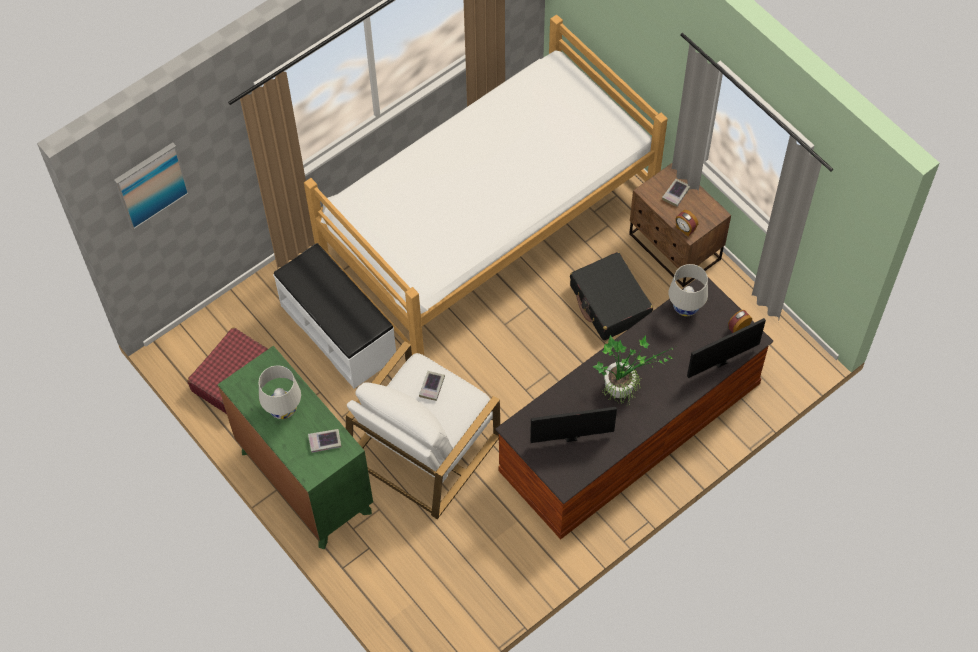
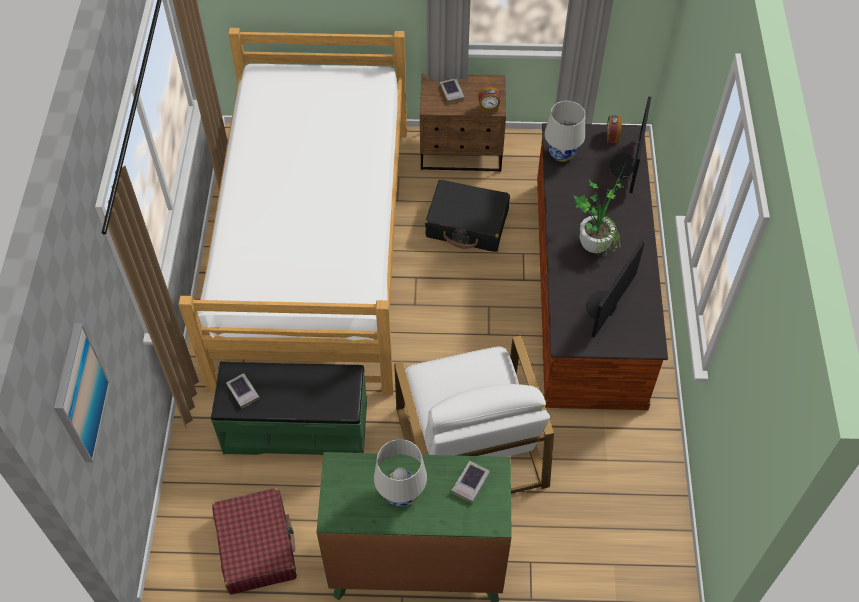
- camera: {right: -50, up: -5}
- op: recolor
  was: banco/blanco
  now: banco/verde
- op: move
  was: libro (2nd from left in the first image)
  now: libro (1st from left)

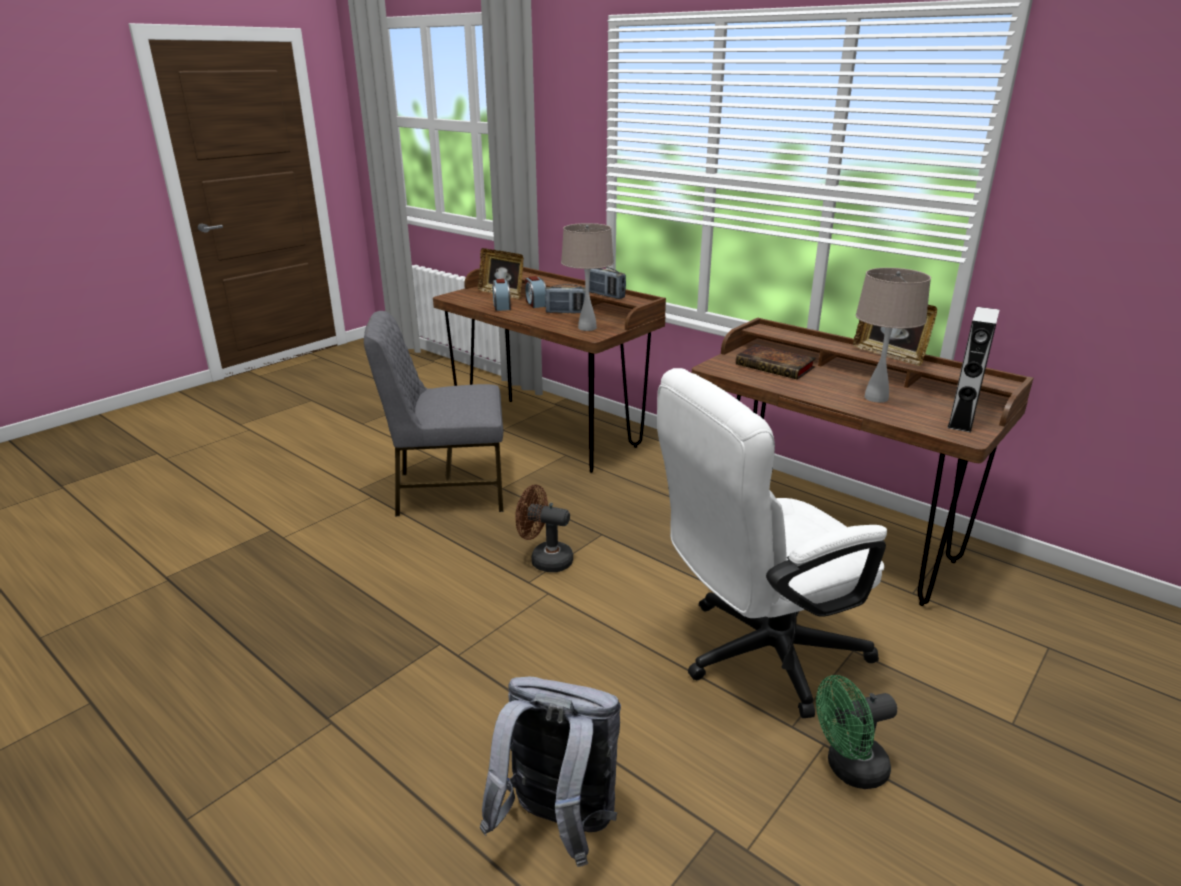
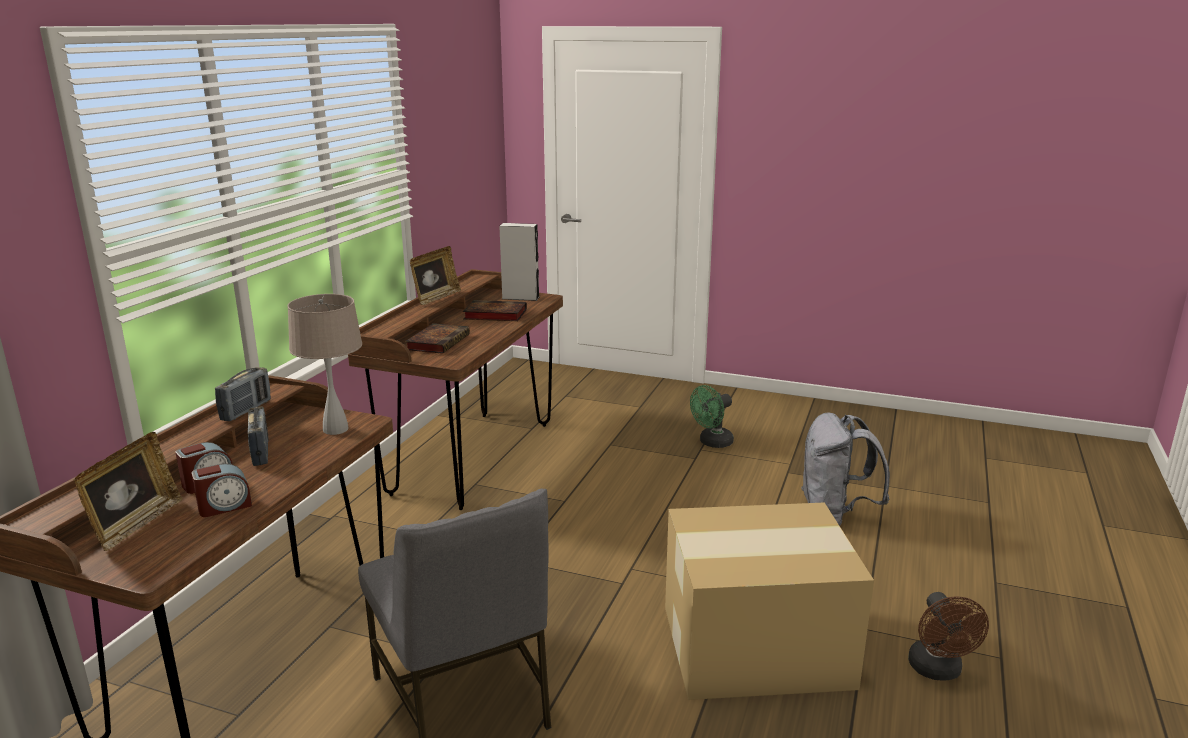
- camera: {right: -110, up: -5}
- op: move
  was: ventilador/marrón
- op: delete
  was: silla de oficina/blanco
- op: rotate
  was: ventilador/verde
  clockwise: 90
- op: replace
  was: lámpara de mesa/beis (2nd from left)
  now: libro (2nd from left)
- op: insert
  now: caja de cartón

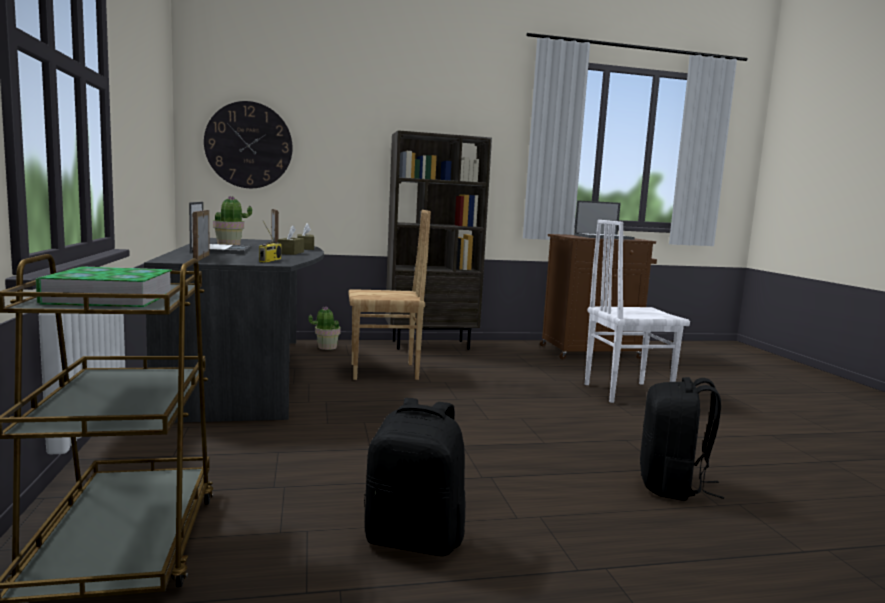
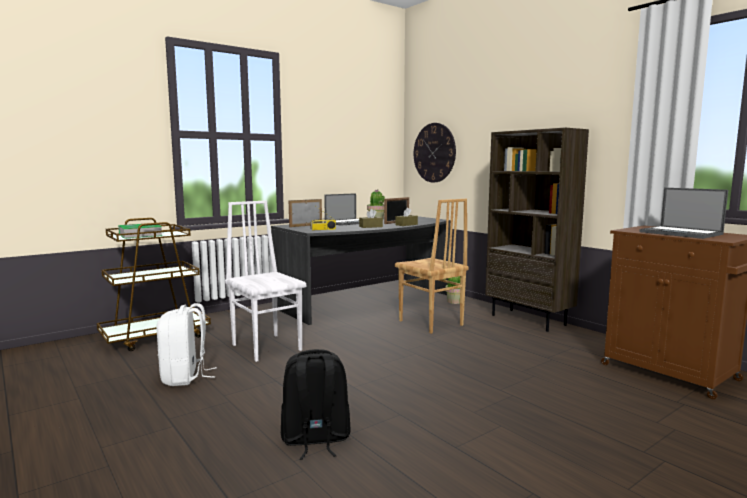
- camera: {right: 65, up: 0}
- op: recolor
  was: mochila/negro (1st from left)
  now: mochila/blanco
- op: move
  was: silla/blanco

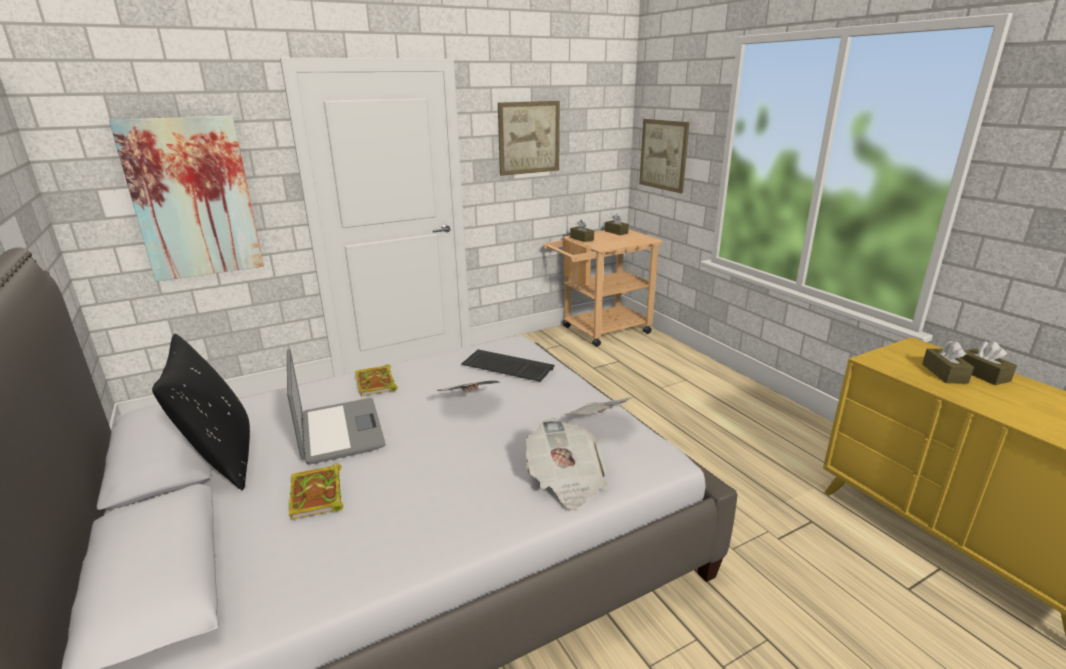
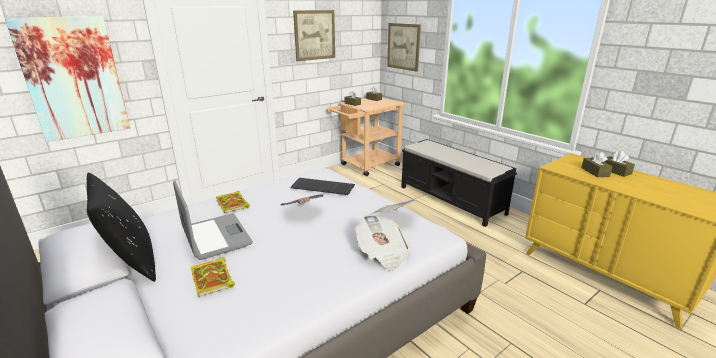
- camera: {right: -10, up: 0}
- op: insert
  now: banco/negro

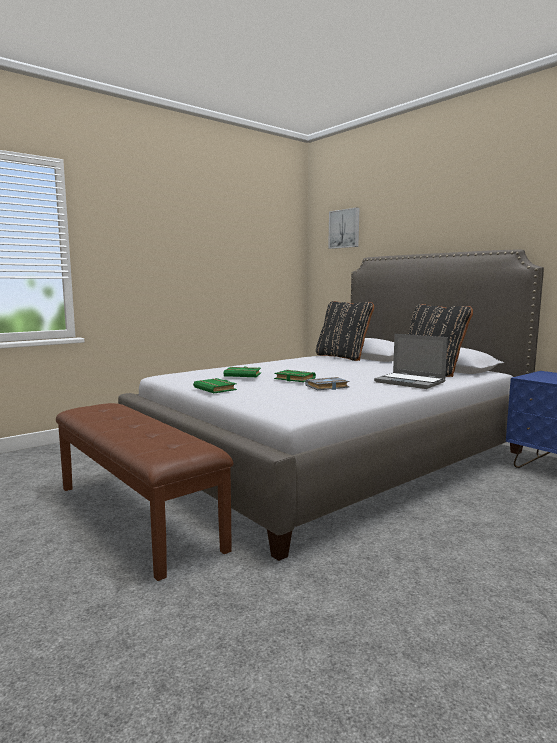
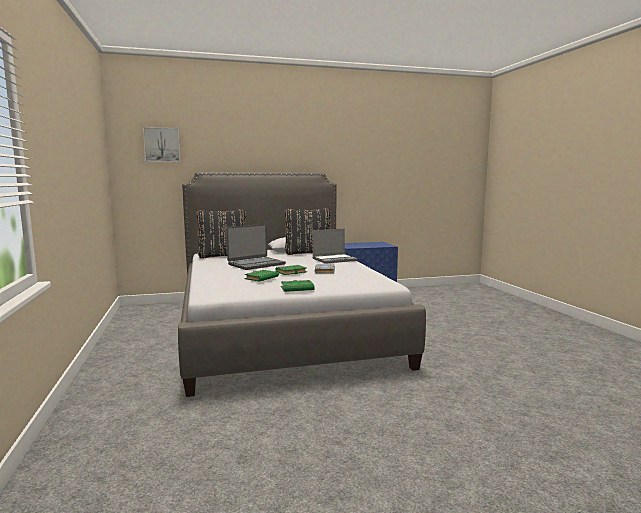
- camera: {right: -65, up: 0}
- op: delete
  was: banco/marrón
- op: insert
  now: portátil (1st from left)

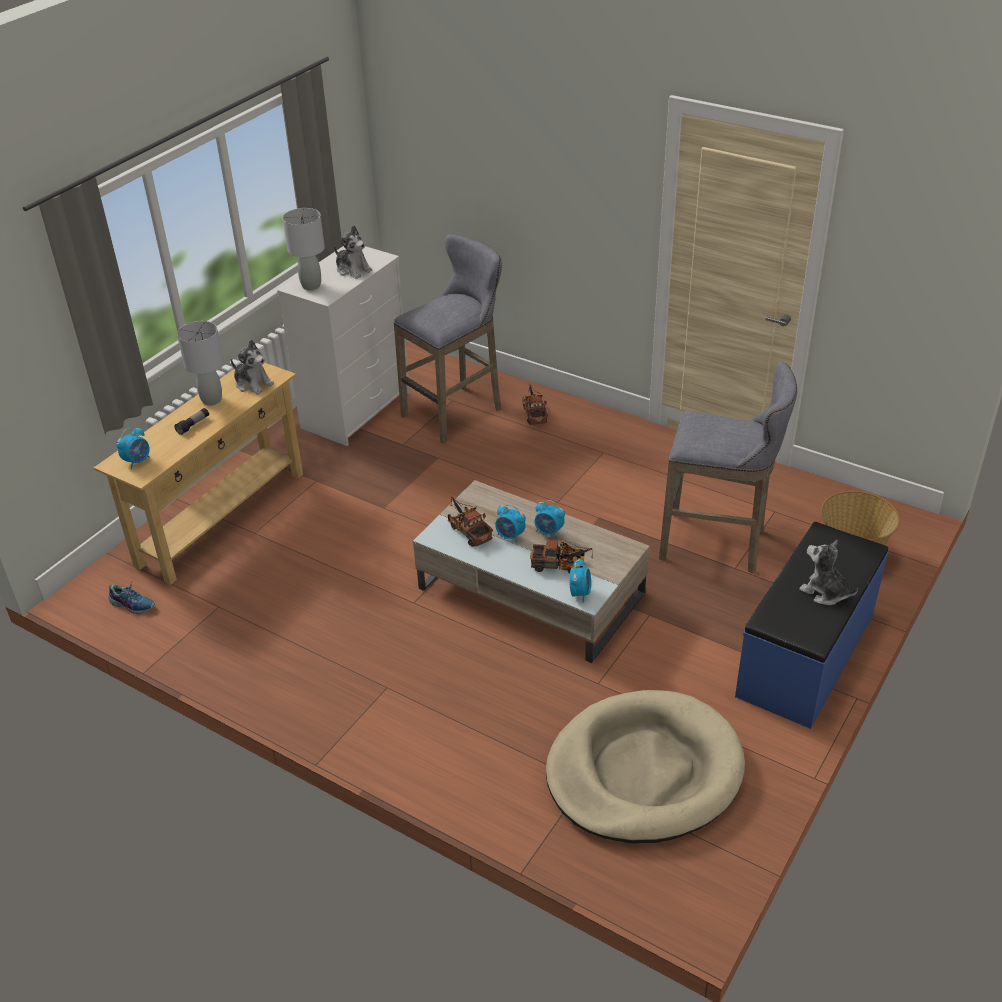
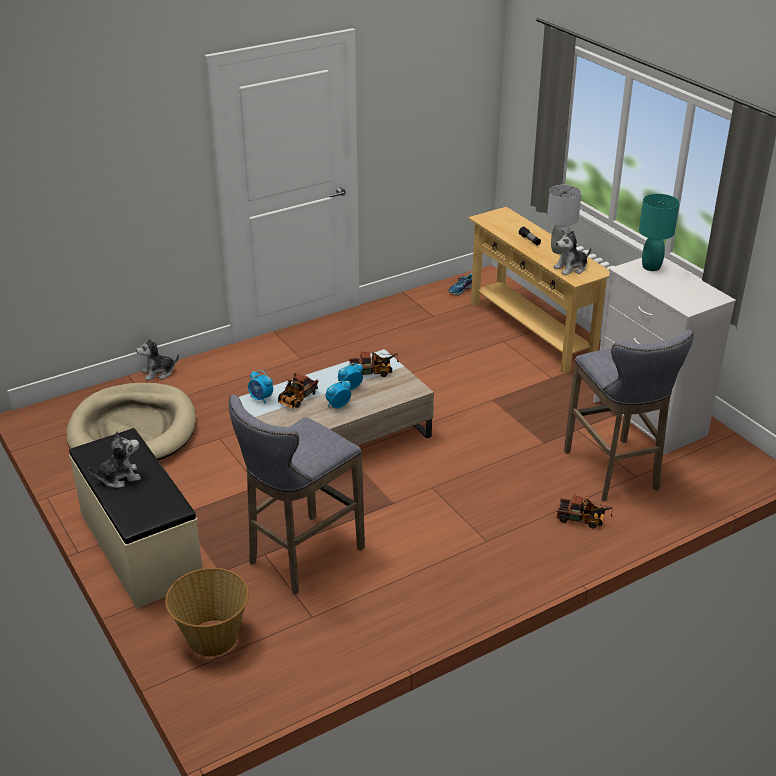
- camera: {right: 115, up: -5}
- op: delete
  was: despertador (1st from left)
- op: recolor
  was: lámpara de mesa/gris (2nd from left)
  now: lámpara de mesa/turquesa
- op: move
  was: peluche (2nd from left)
- op: recolor
  was: banco/azul
  now: banco/beis

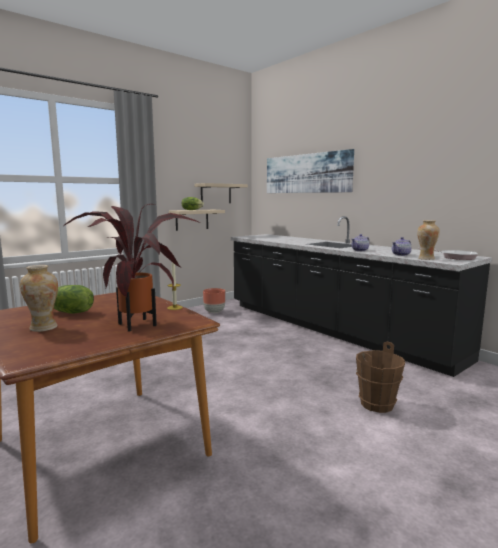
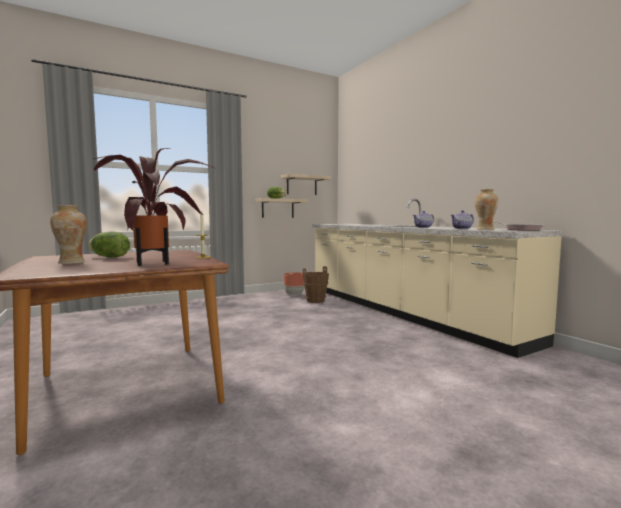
- camera: {right: 10, up: -5}
- op: recolor
  was: mueble bajo de cocina/negro
  now: mueble bajo de cocina/beis
- op: delete
  was: cuadro
- op: move
  was: cubo/marrón

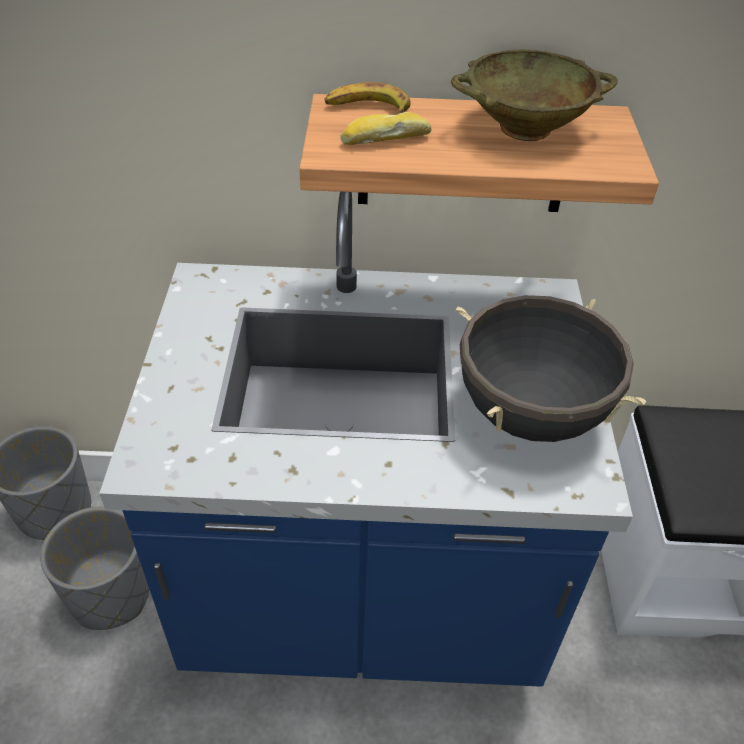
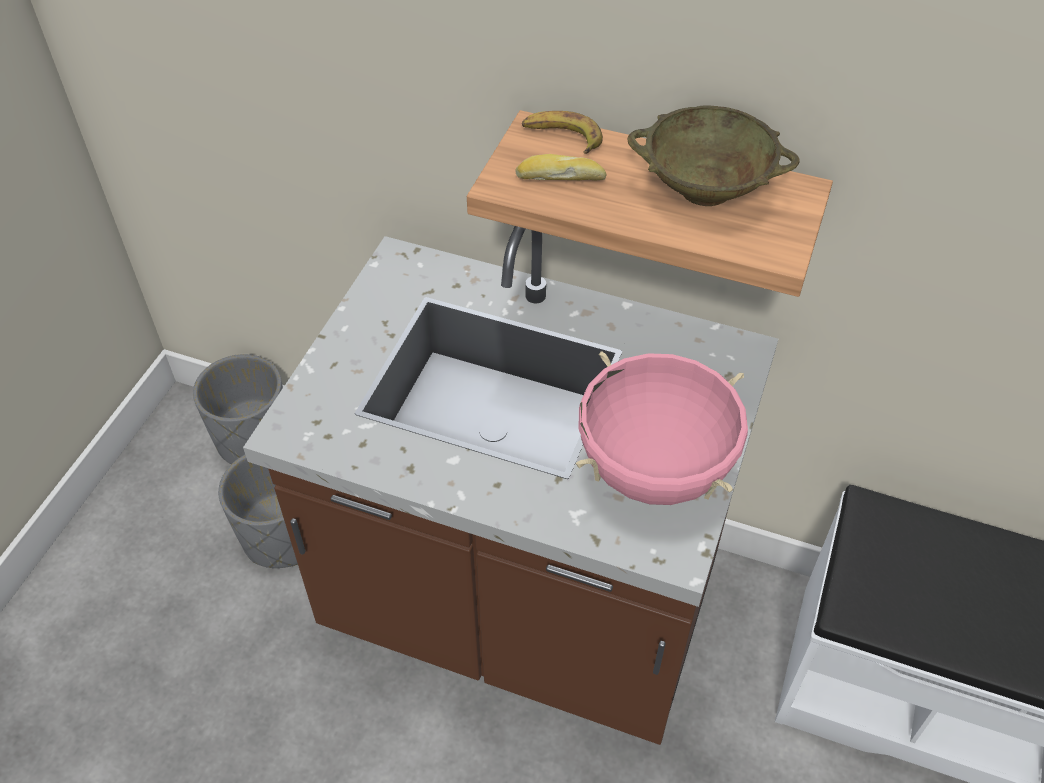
- camera: {right: 20, up: 5}
- op: recolor
  was: mueble bajo de cocina/azul
  now: mueble bajo de cocina/marrón
- op: recolor
  was: olla/negro
  now: olla/rosa

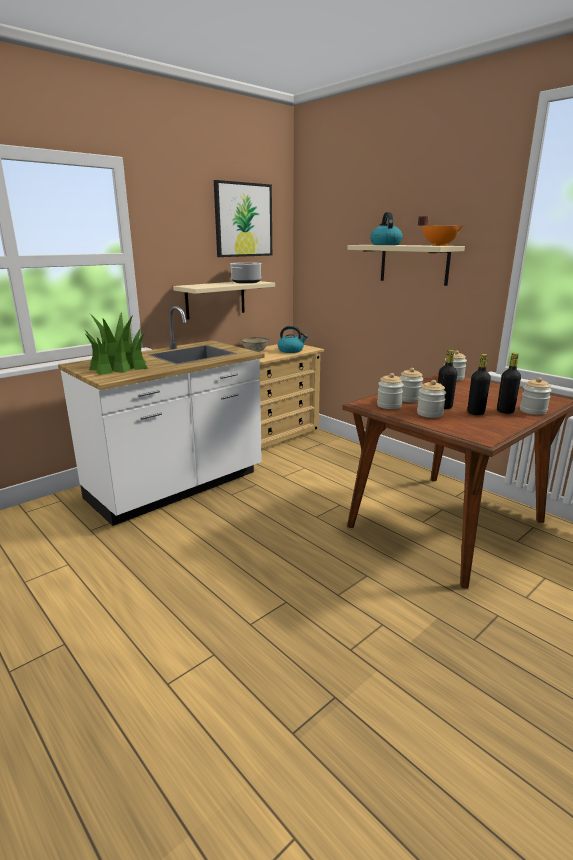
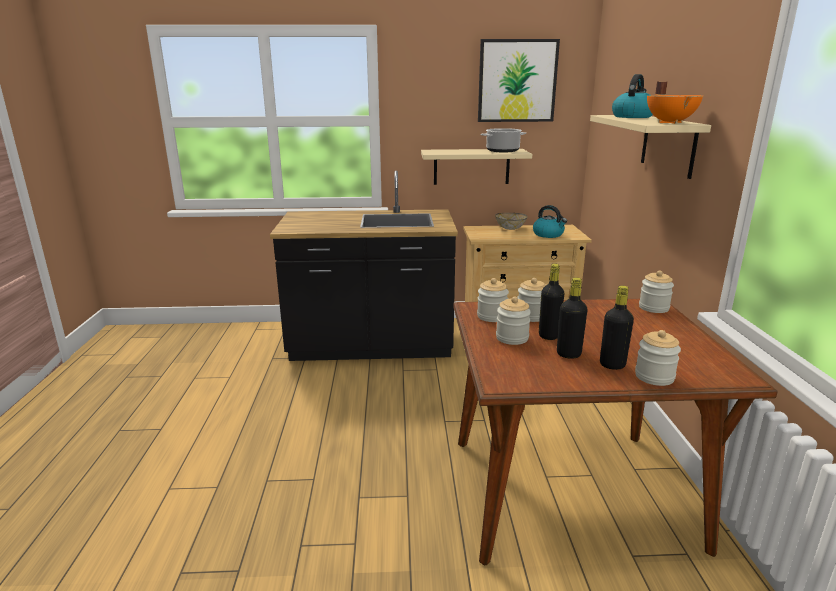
- camera: {right: 40, up: 0}
- op: recolor
  was: mueble bajo de cocina/blanco
  now: mueble bajo de cocina/negro
- op: delete
  was: planta en maceta

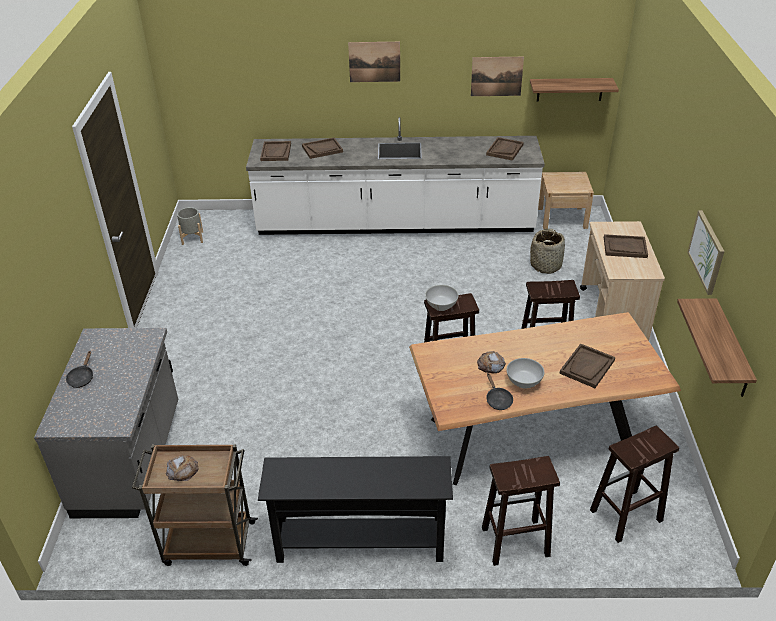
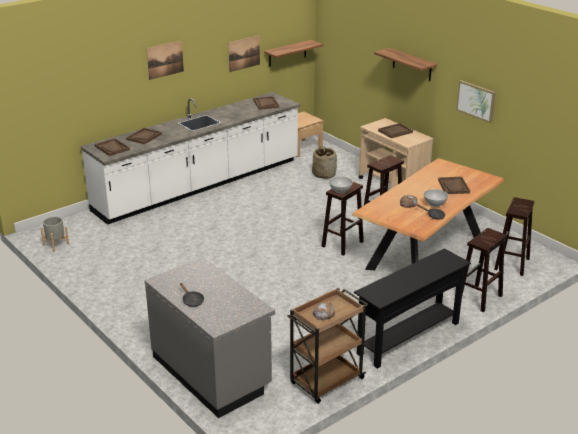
- camera: {right: -40, up: -10}
- op: move
  was: estante (2nd from left)

